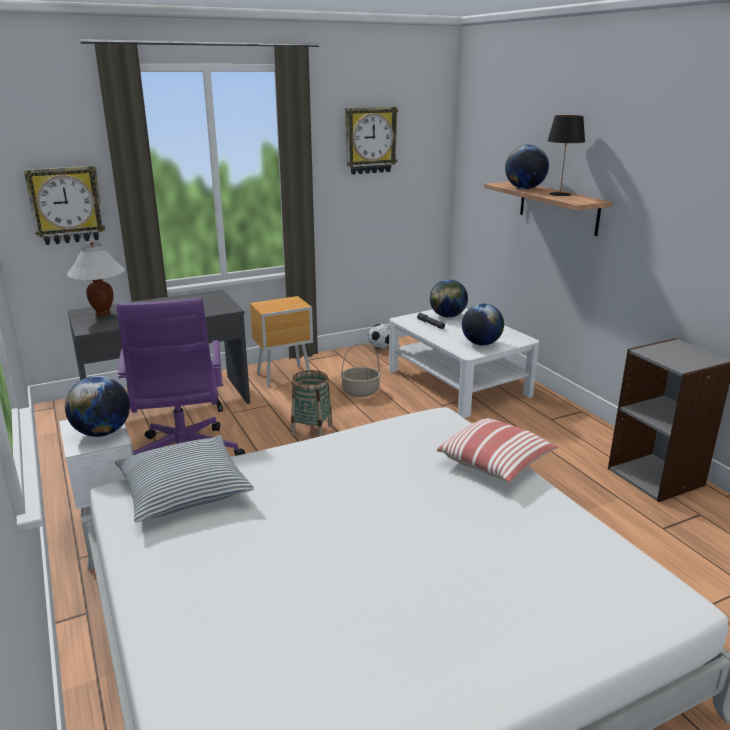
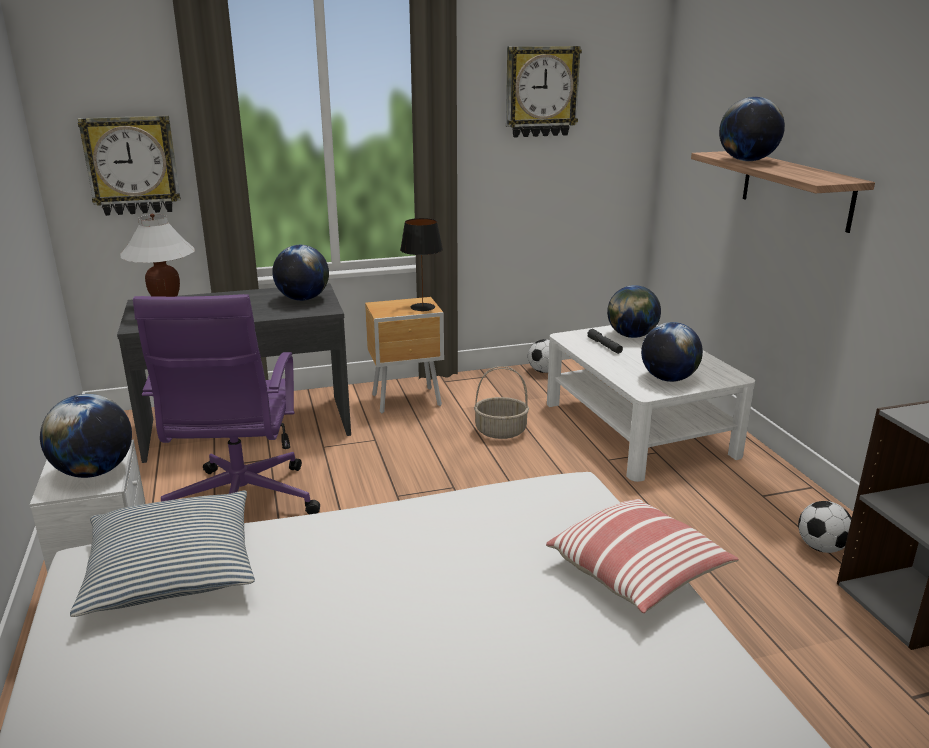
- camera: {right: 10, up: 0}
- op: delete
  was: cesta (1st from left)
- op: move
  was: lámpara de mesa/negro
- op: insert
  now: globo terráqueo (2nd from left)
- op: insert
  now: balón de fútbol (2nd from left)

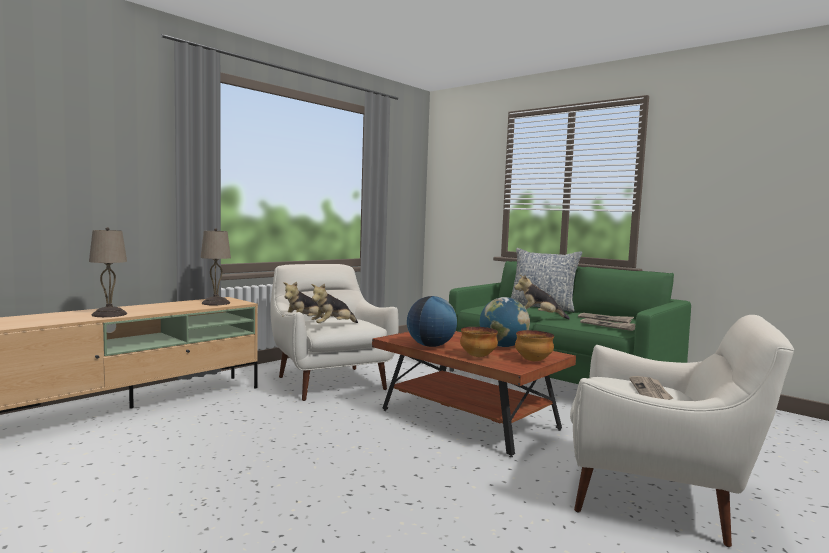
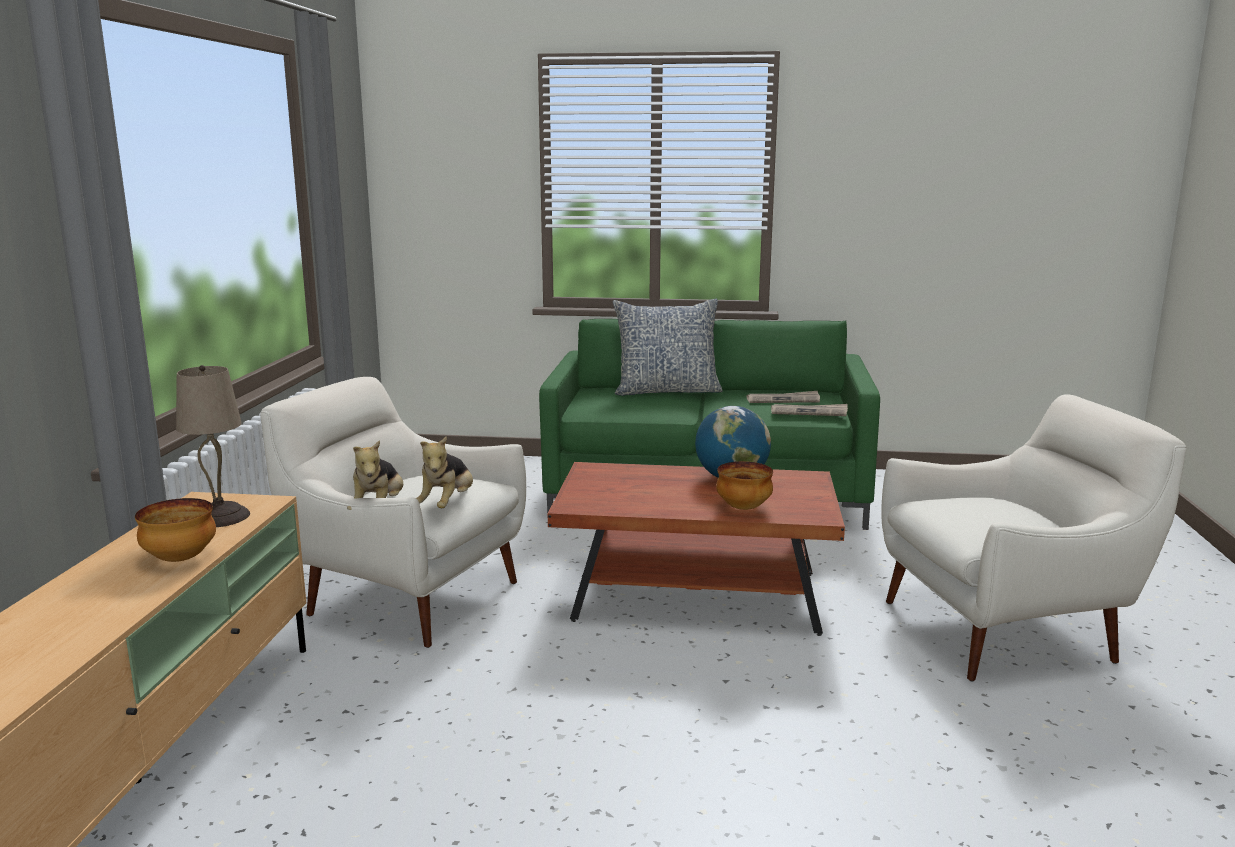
- camera: {right: -35, up: 10}
- op: delete
  was: lámpara de mesa/beis (1st from left)
- op: delete
  was: globo terráqueo (1st from left)
- op: delete
  was: peluche (3rd from left)
- op: move
  was: cuenco (2nd from left in the first image)
  now: cuenco (1st from left)
- op: delete
  was: periódico (3rd from left)

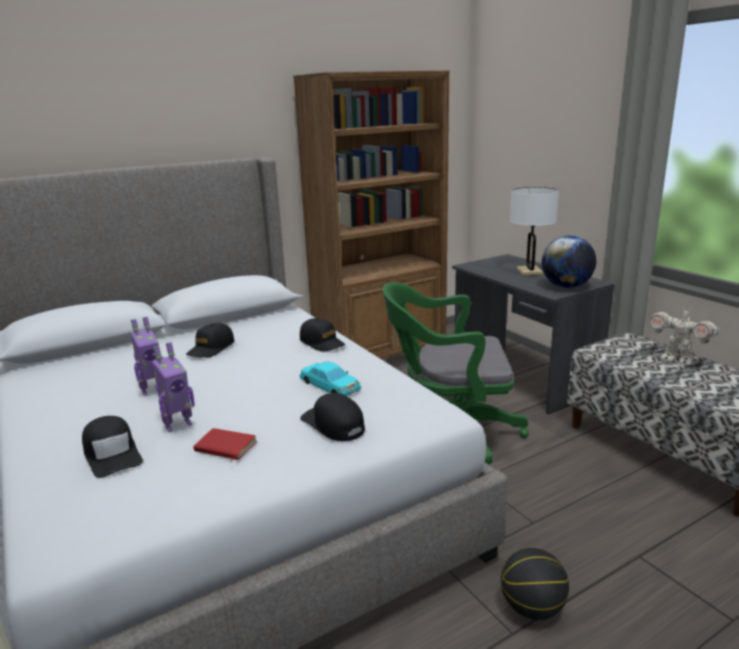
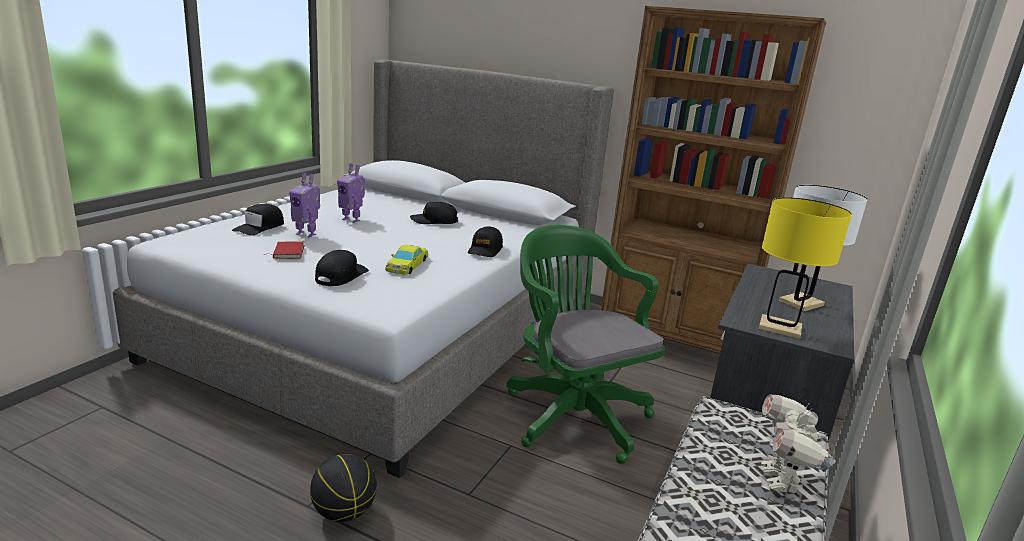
- camera: {right: 55, up: 0}
- op: recolor
  was: coche de juguete/turquesa
  now: coche de juguete/amarillo
- op: replace
  was: globo terráqueo
  now: lámpara de mesa/amarillo

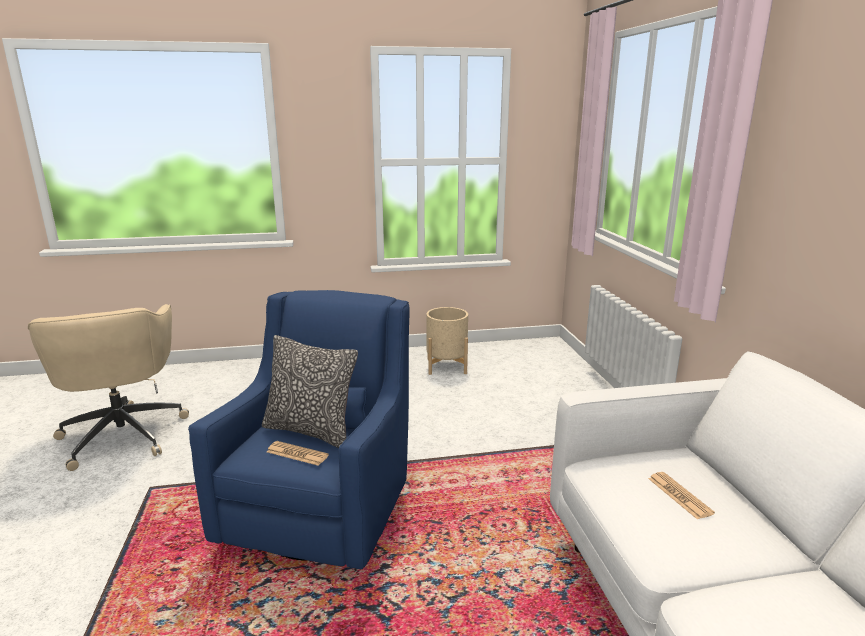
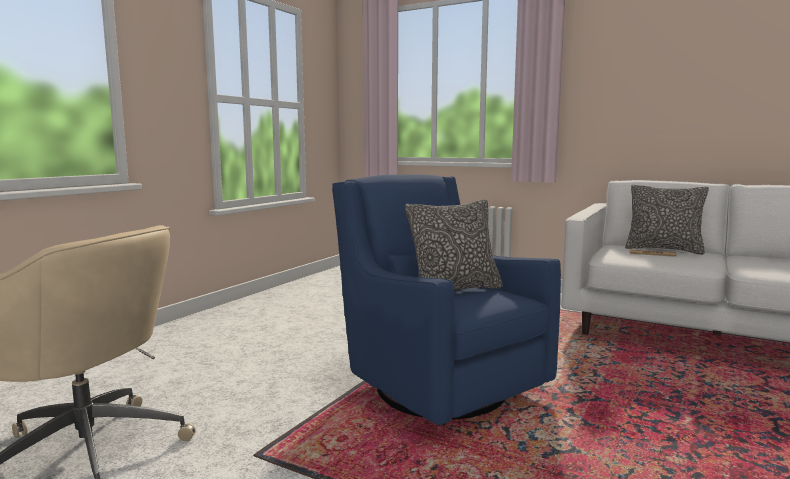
- camera: {right: -50, up: -10}
- op: delete
  was: periódico (1st from left)
- op: delete
  was: maceta/beis
- op: insert
  now: cojín (2nd from left)

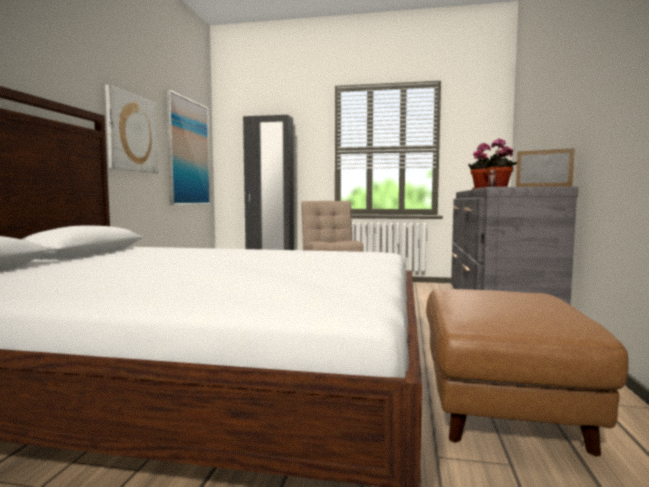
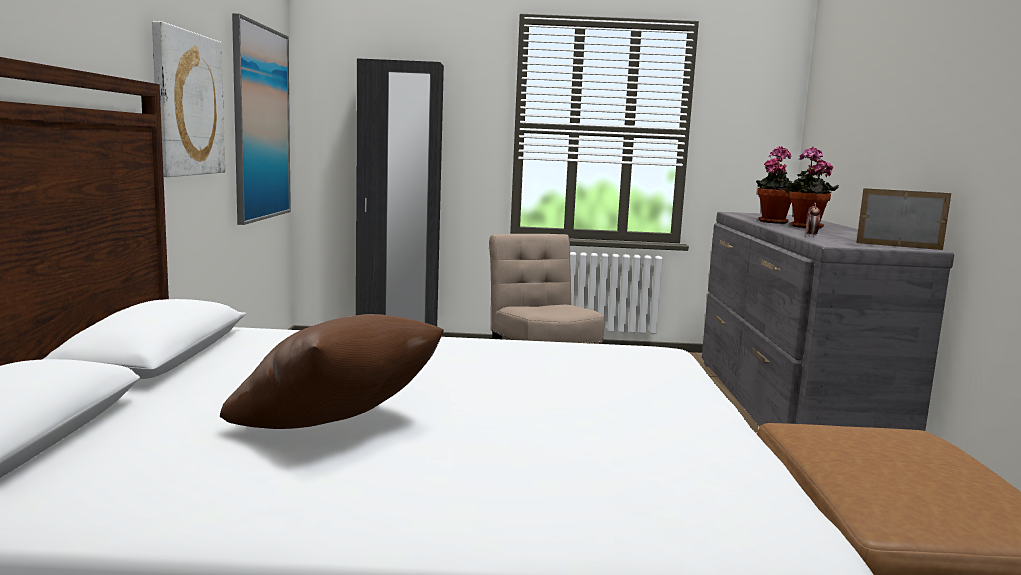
- camera: {right: -10, up: 5}
- op: insert
  now: cojín/marrón

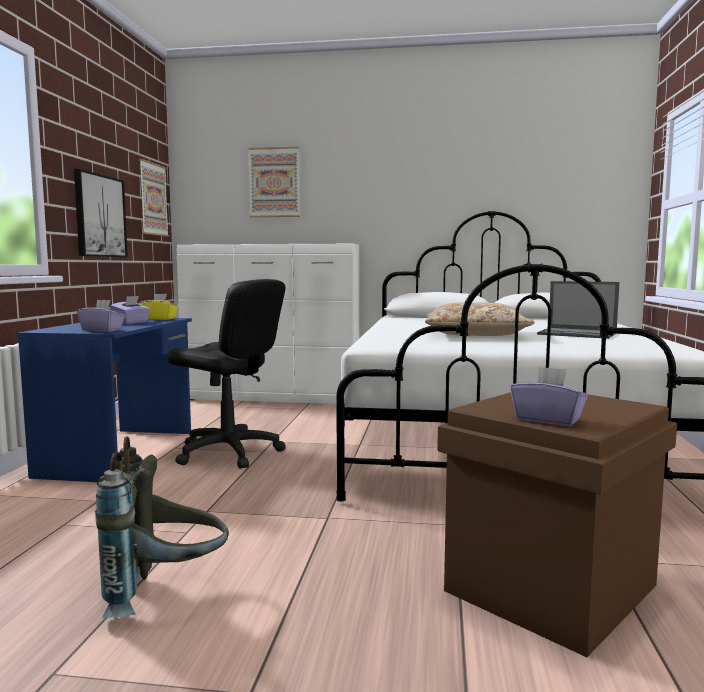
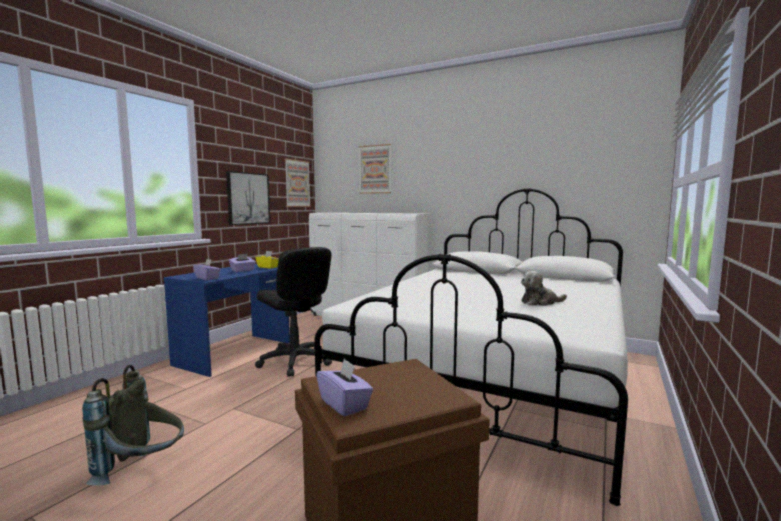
- camera: {right: 20, up: 0}
- op: delete
  was: cojín/beis
- op: replace
  was: portátil
  now: peluche

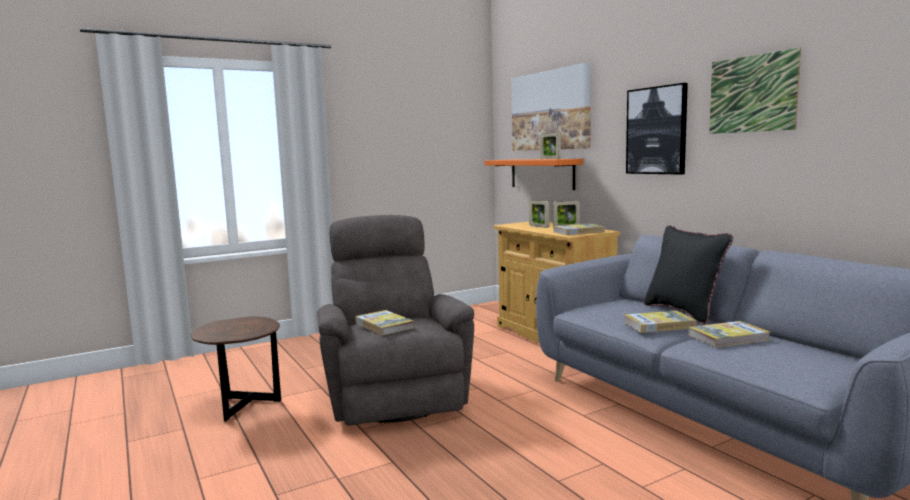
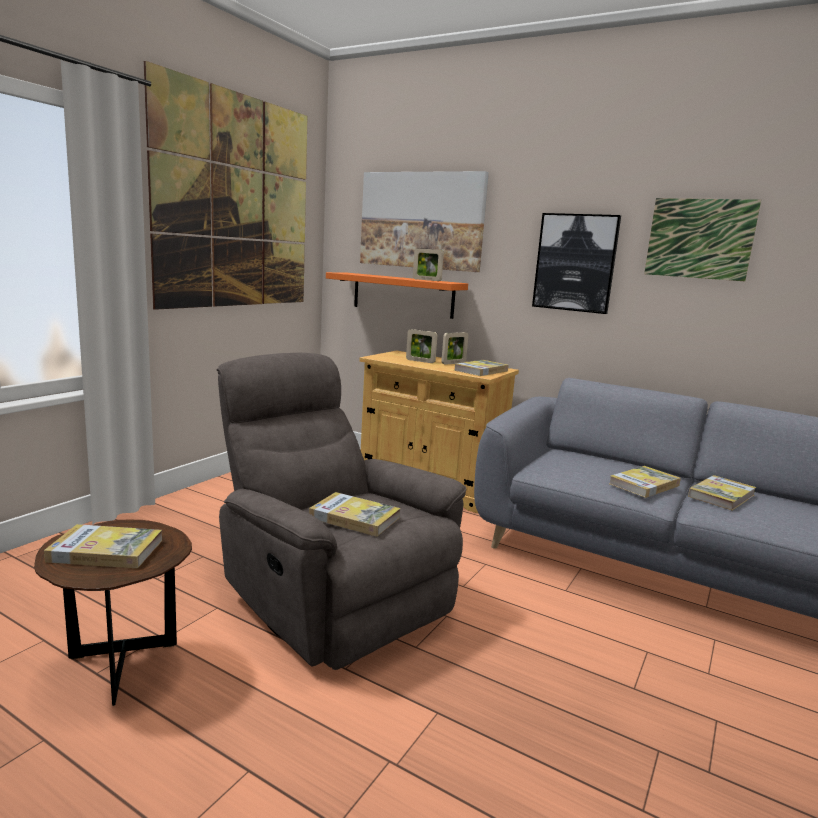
- camera: {right: -30, up: 5}
- op: delete
  was: cojín/negro
- op: insert
  now: libro (1st from left)
- op: insert
  now: cuadro (1st from left)

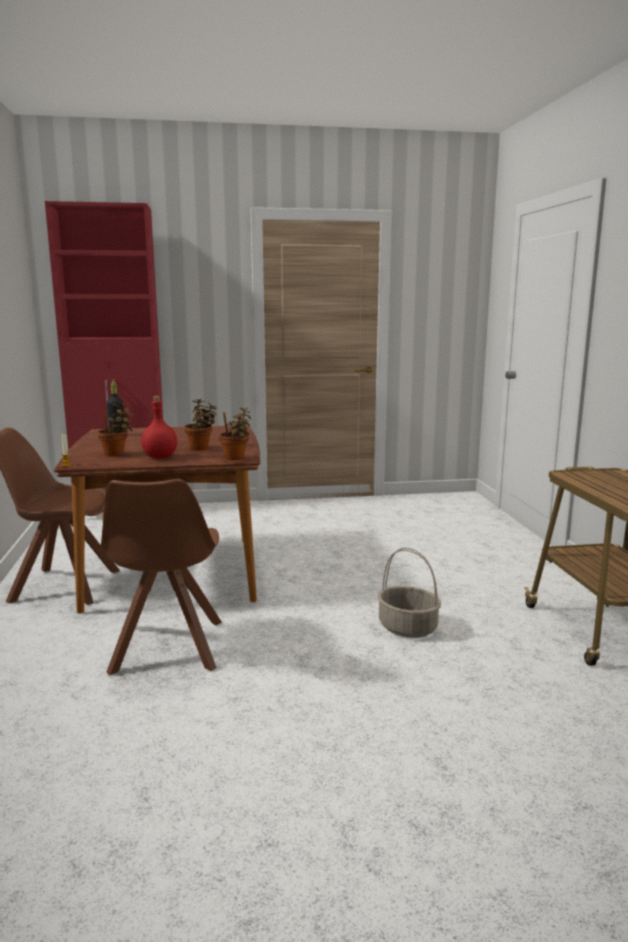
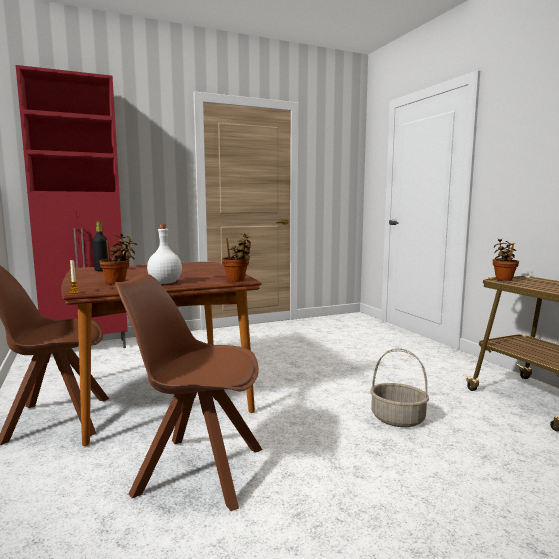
- camera: {right: -15, up: -5}
- op: rotate
  was: silla/marrón (2nd from left)
  clockwise: 120
- op: recolor
  was: botella/rojo
  now: botella/blanco
- op: move
  was: planta en maceta (2nd from left in the first image)
  now: planta en maceta (3rd from left)

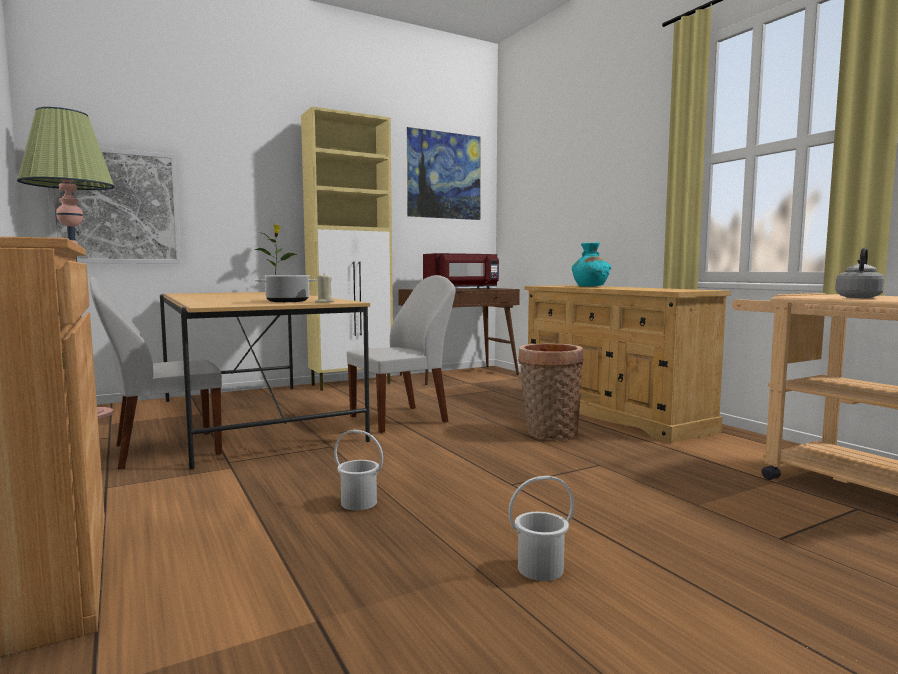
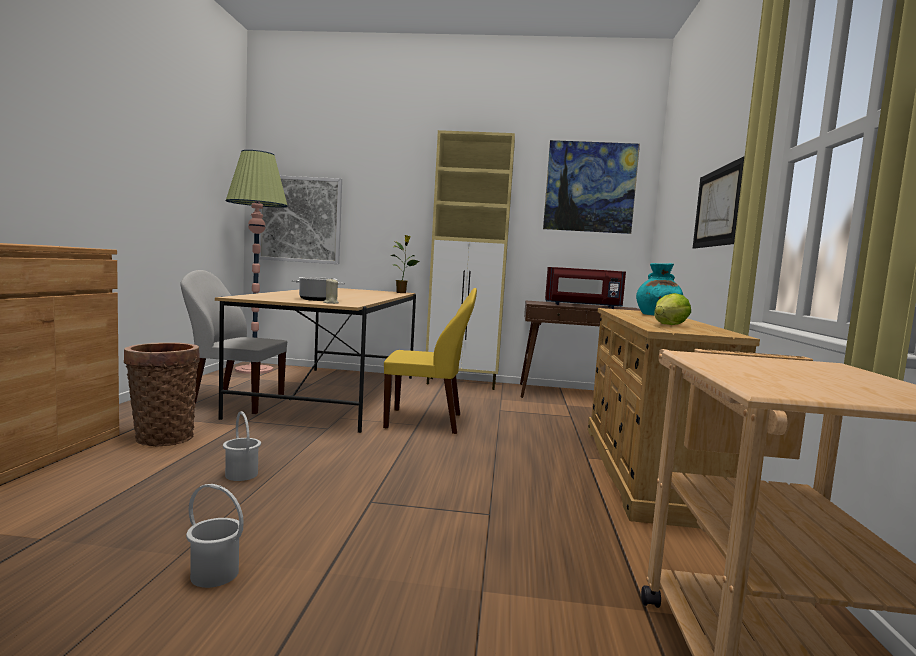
- camera: {right: 35, up: 0}
- op: recolor
  was: silla/blanco (2nd from left)
  now: silla/amarillo
- op: move
  was: cesta
- op: delete
  was: hervidor/gris
- op: insert
  now: lechuga
- op: insert
  now: cuadro (3rd from left)

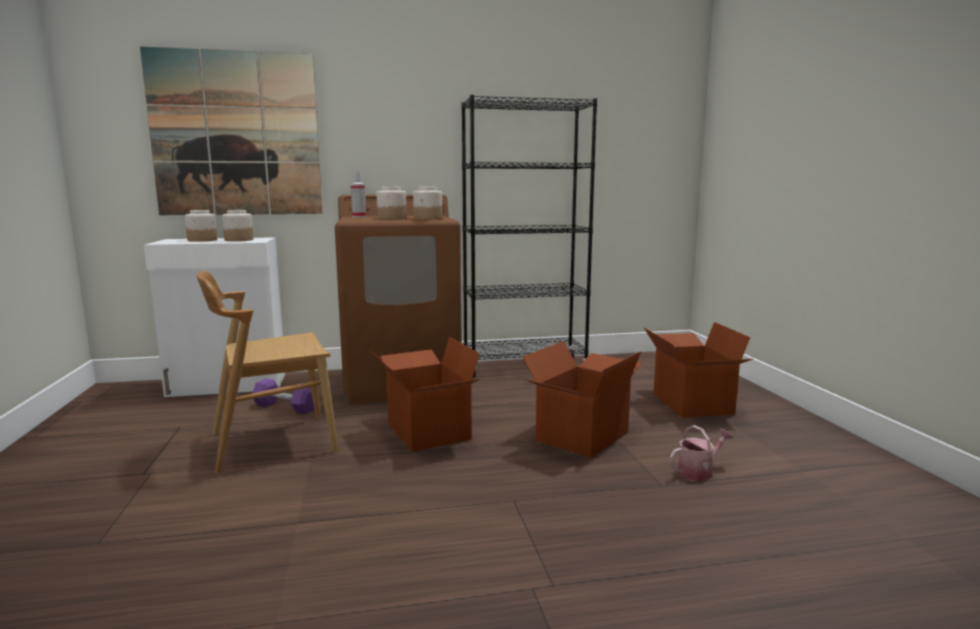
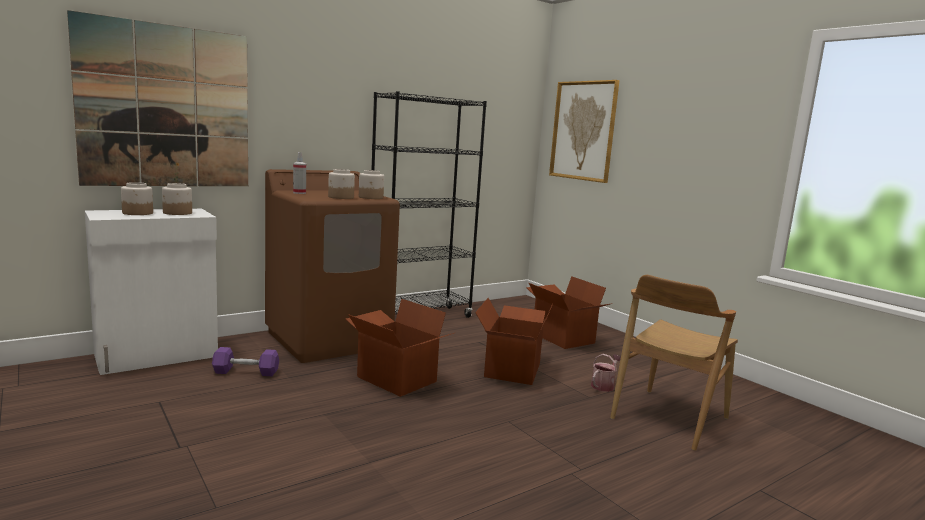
- camera: {right: -25, up: 0}
- op: move
  was: silla/marrón
- op: insert
  now: cuadro (2nd from left)

